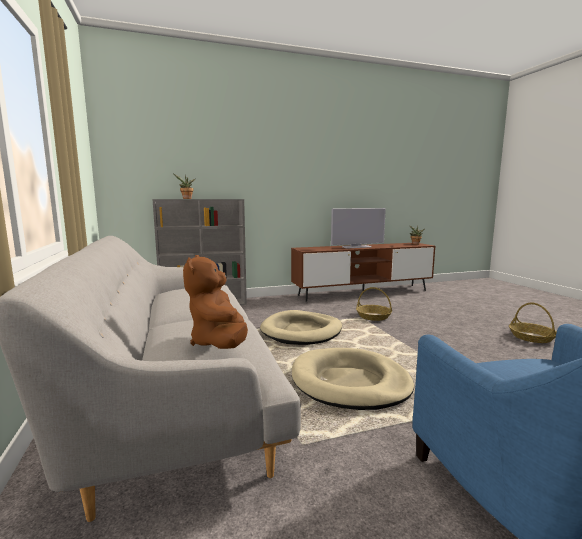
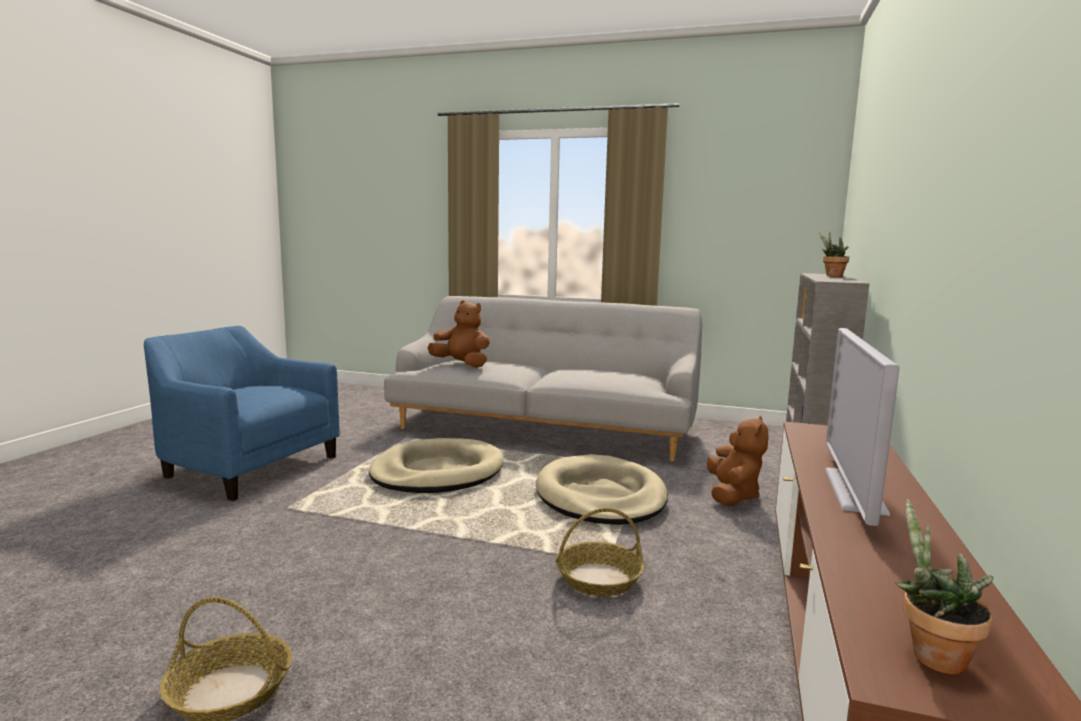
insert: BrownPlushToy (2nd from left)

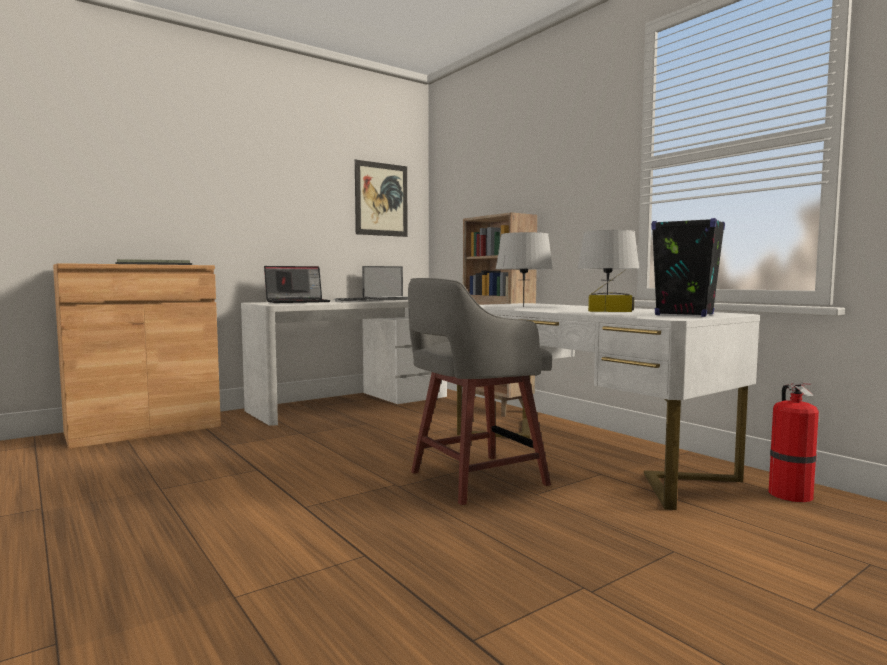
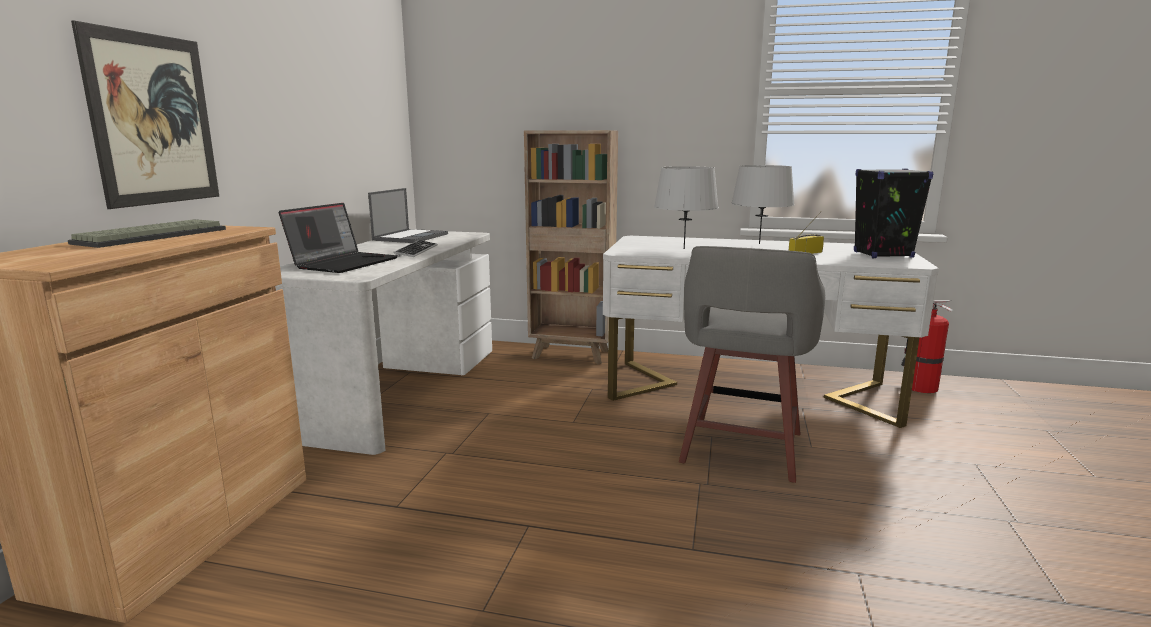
move: Picture

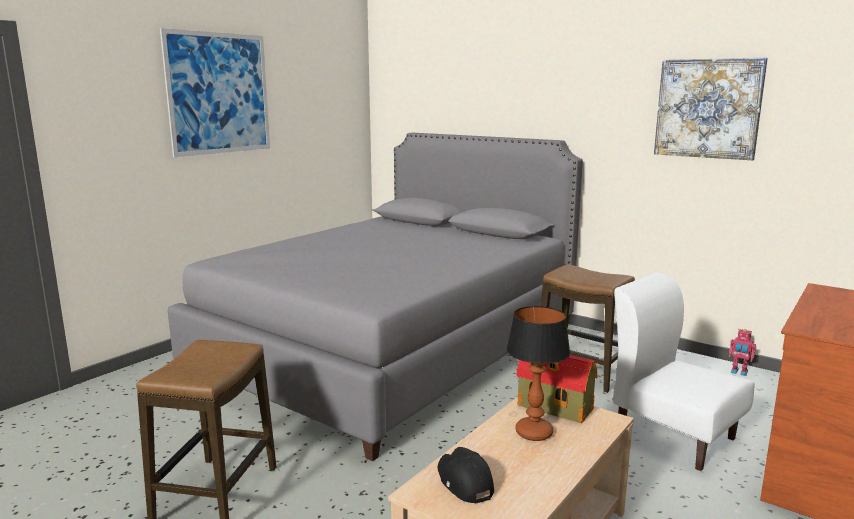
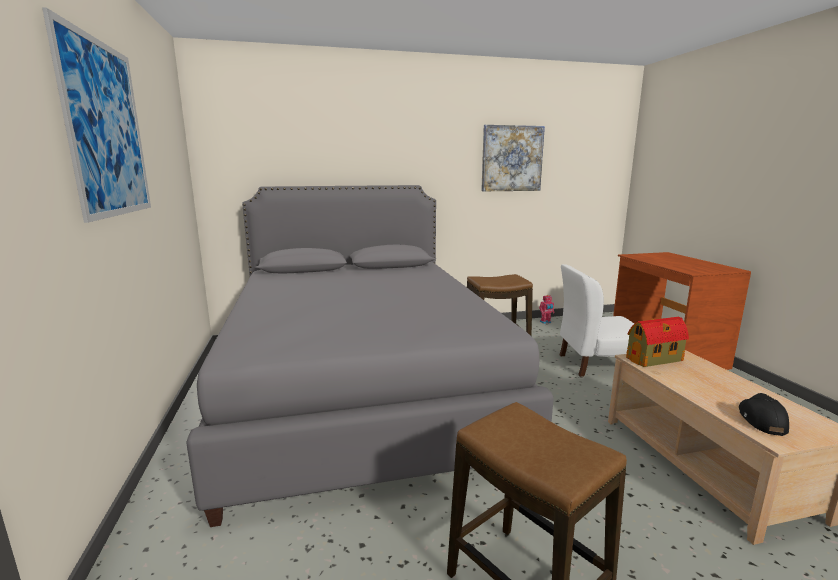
delete: TableLamp
rotate: BlackCap 90 degrees clockwise

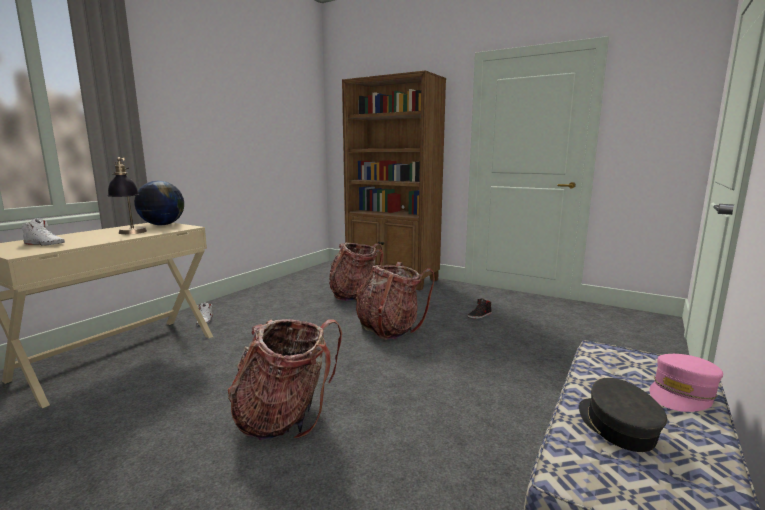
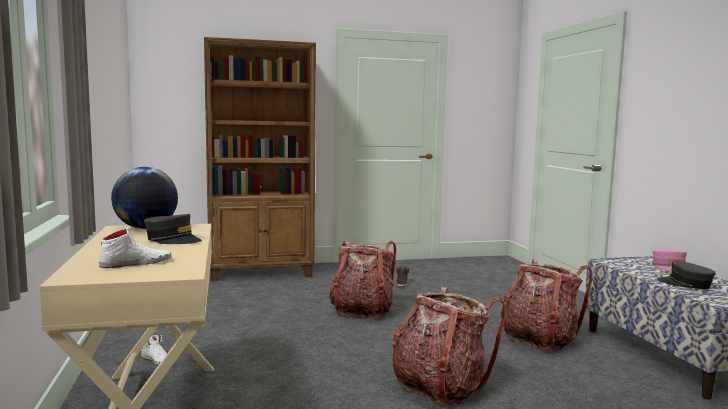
move: Backpack (2nd from left in the first image) to Backpack (3rd from left)
replace: TableLamp to GreyCap (1st from left)

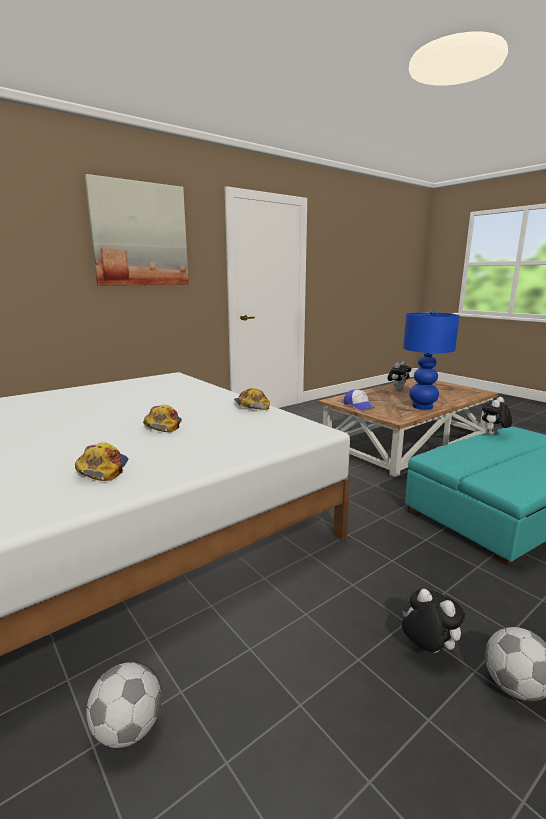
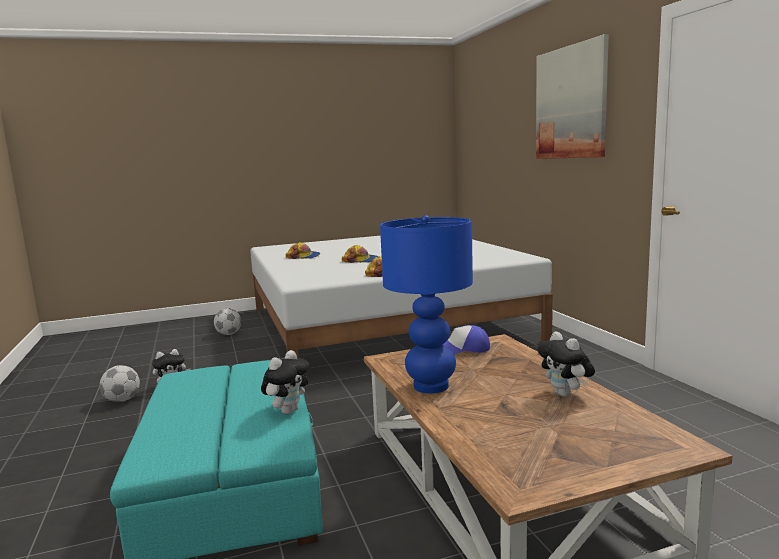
rotate: PlushToy (3rd from left in the first image) 60 degrees clockwise

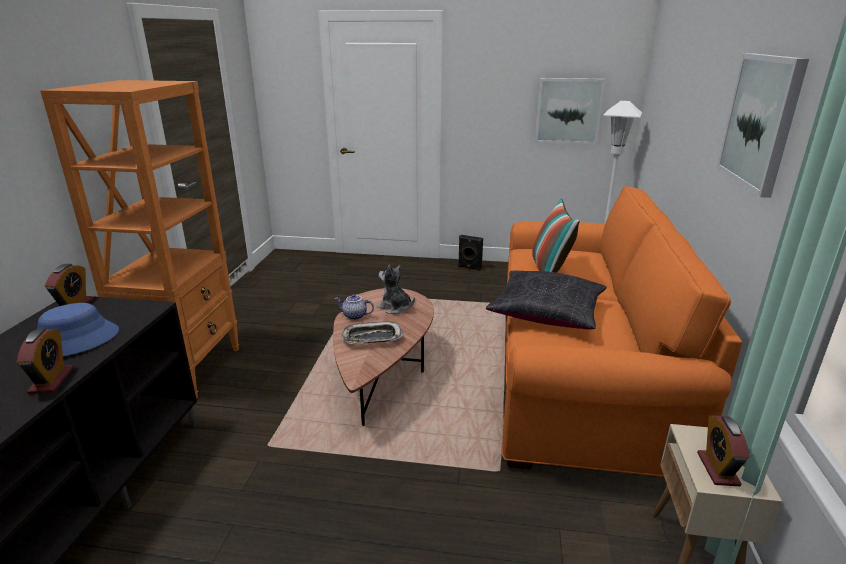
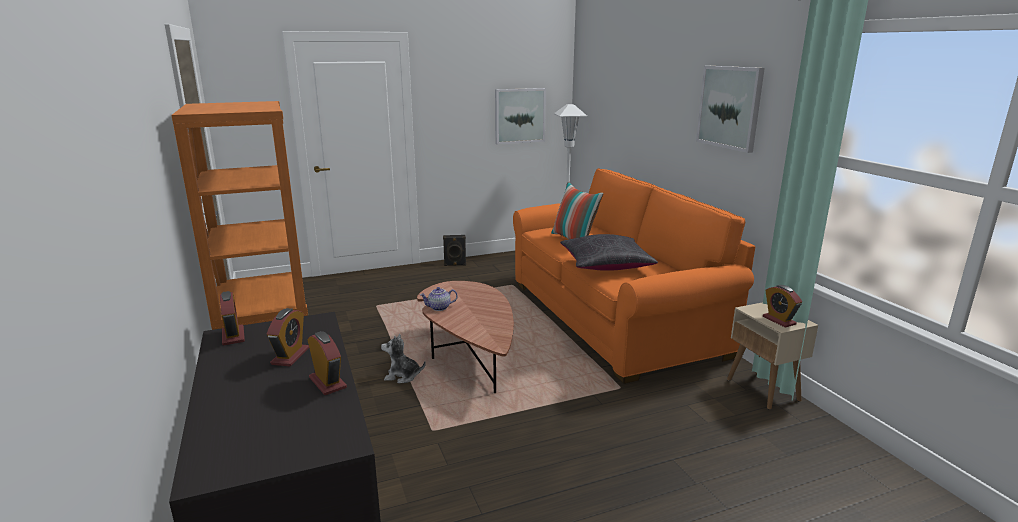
delete: Tray
move: PlushToy
replace: BlueHat to AlarmClock (2nd from left)

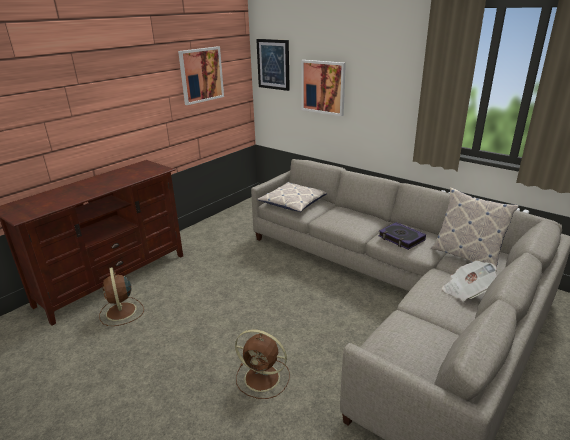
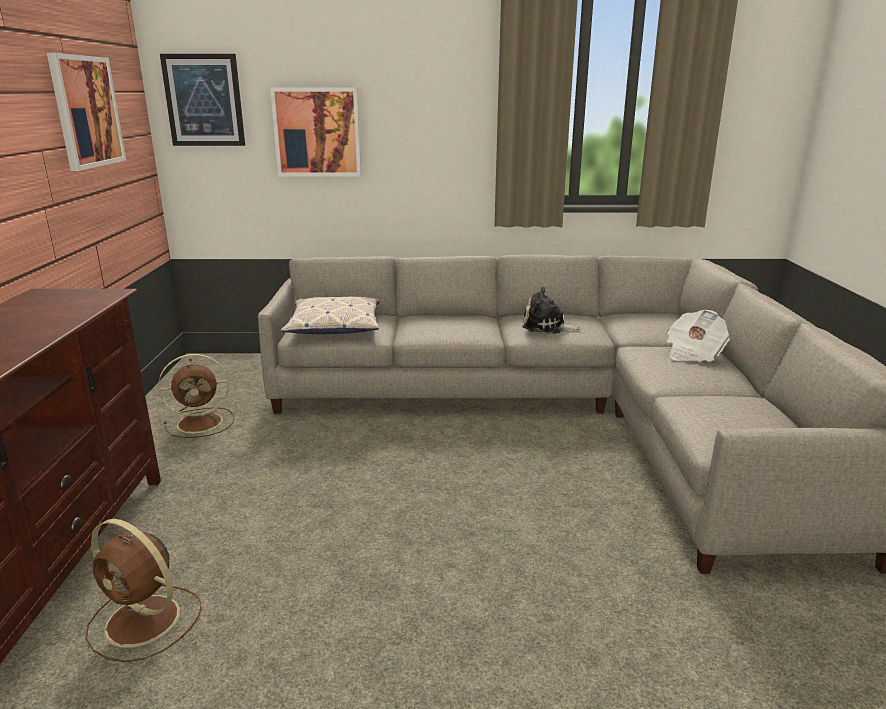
delete: Pillow (2nd from left)
move: BrownFan (2nd from left)
replace: Book to PlushToy

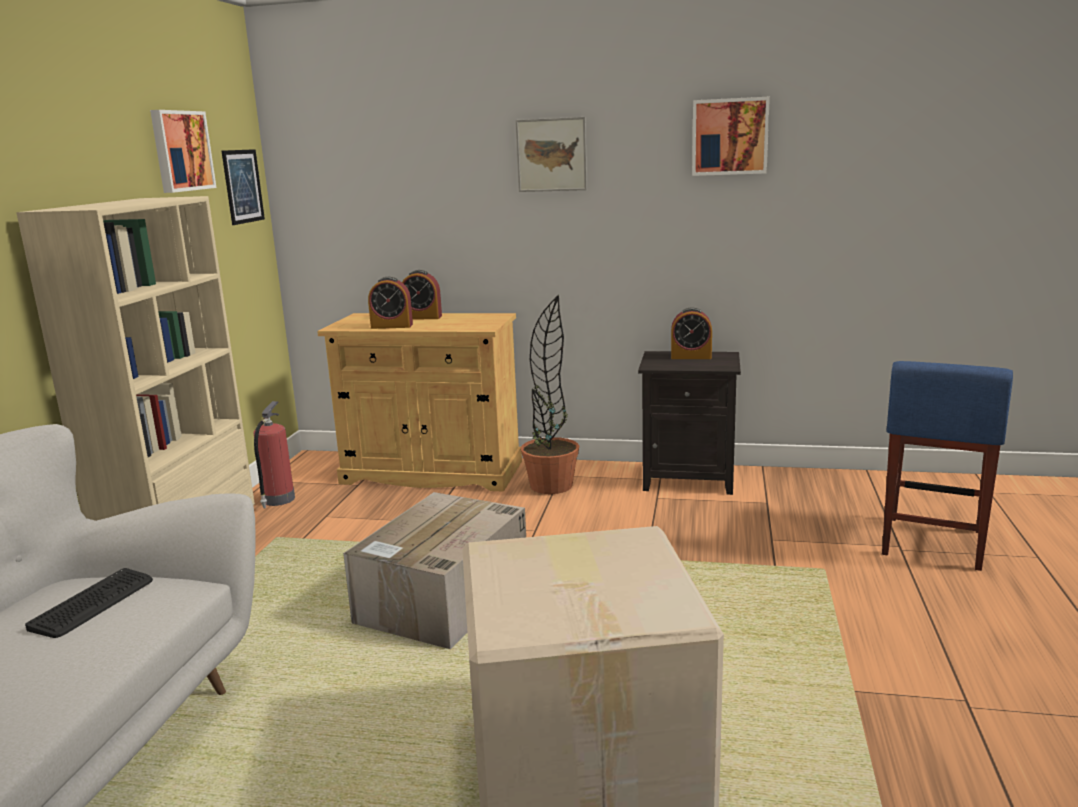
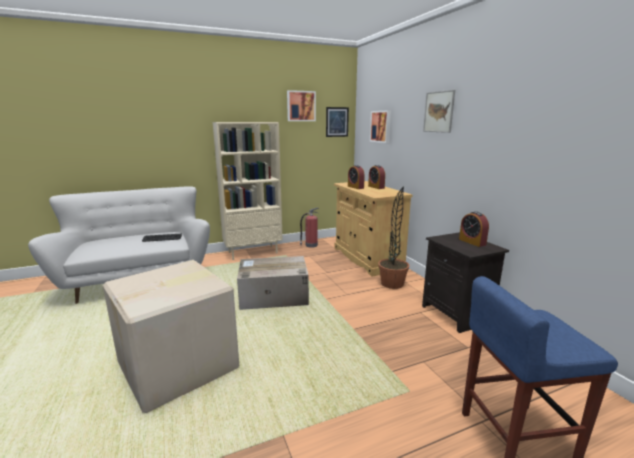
move: Picture (4th from left in the first image) to Picture (3rd from left)

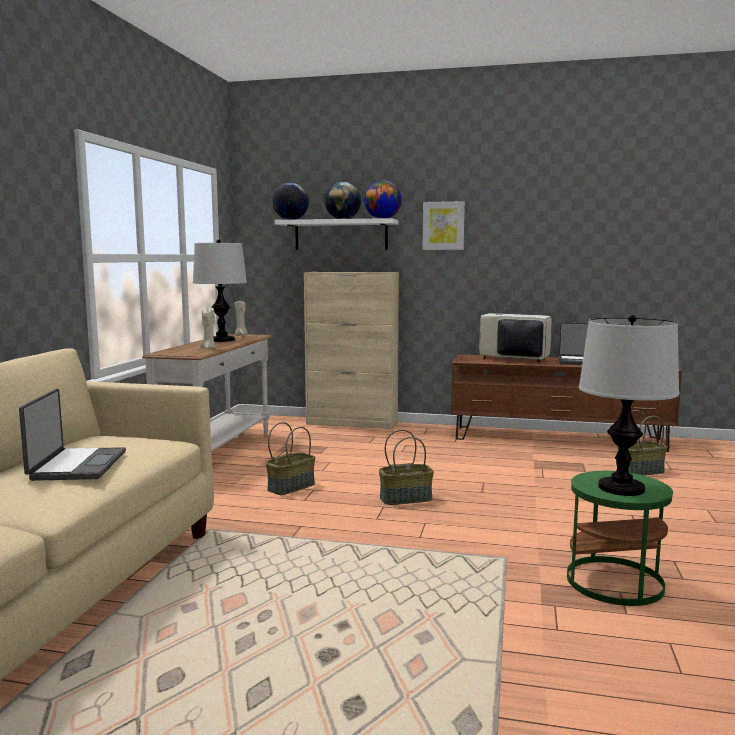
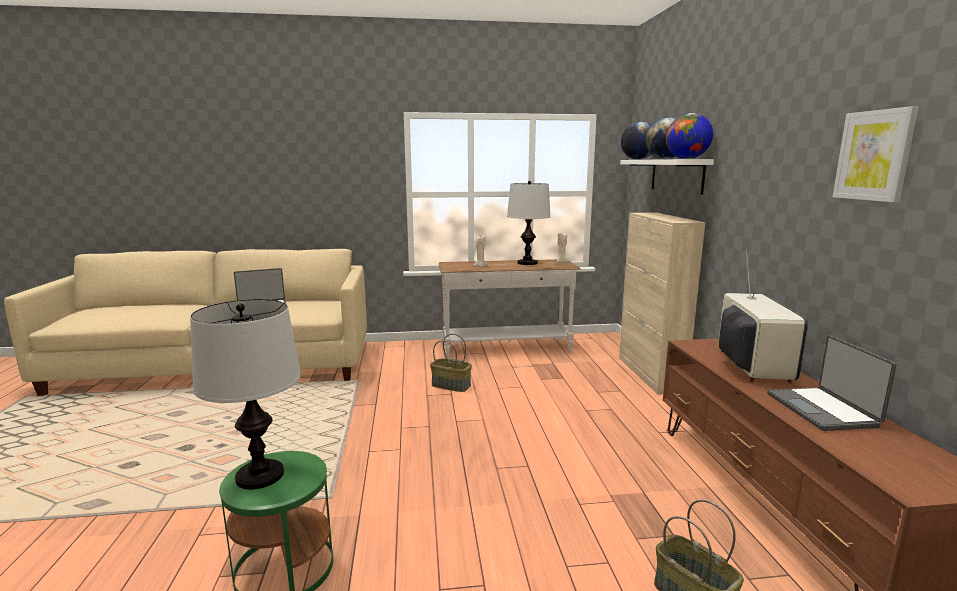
delete: Basket (2nd from left)
move: Picture

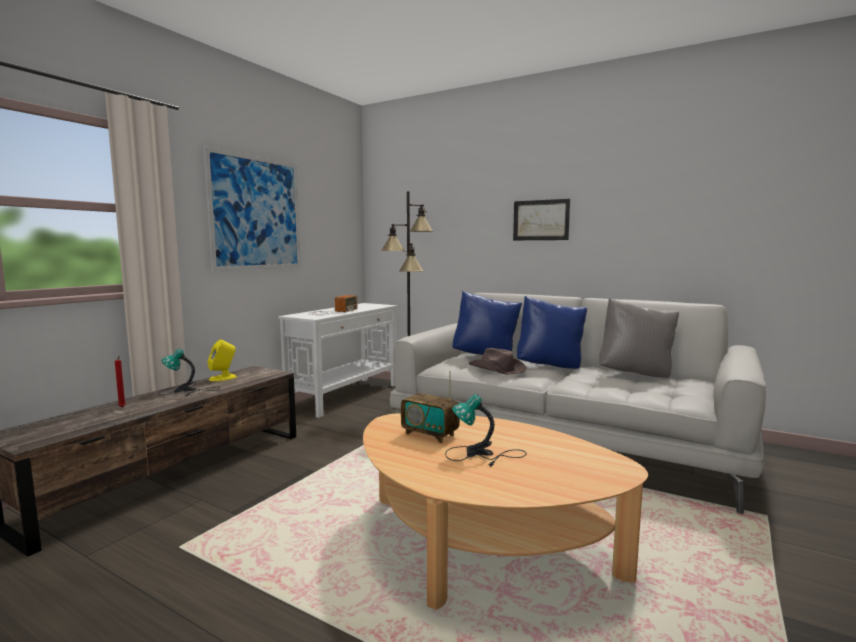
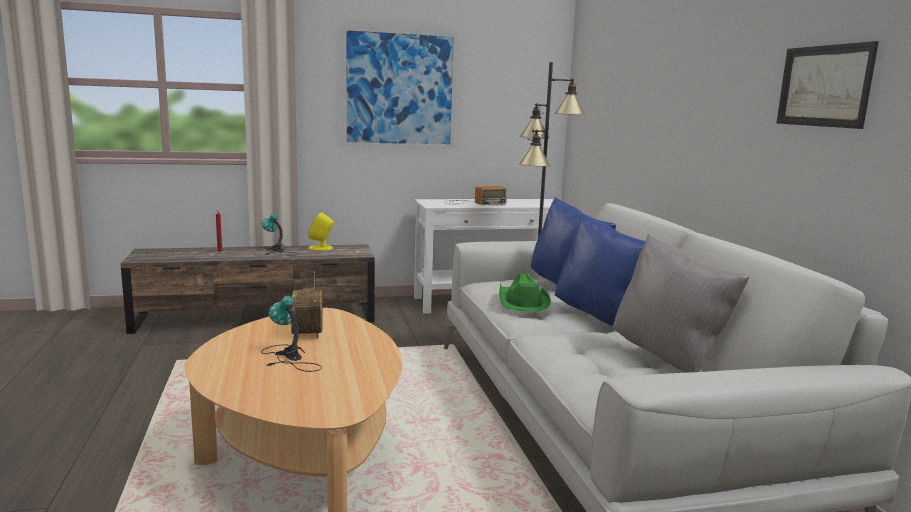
move: Picture (2nd from left)
recolor: BrownHat to GreenHat

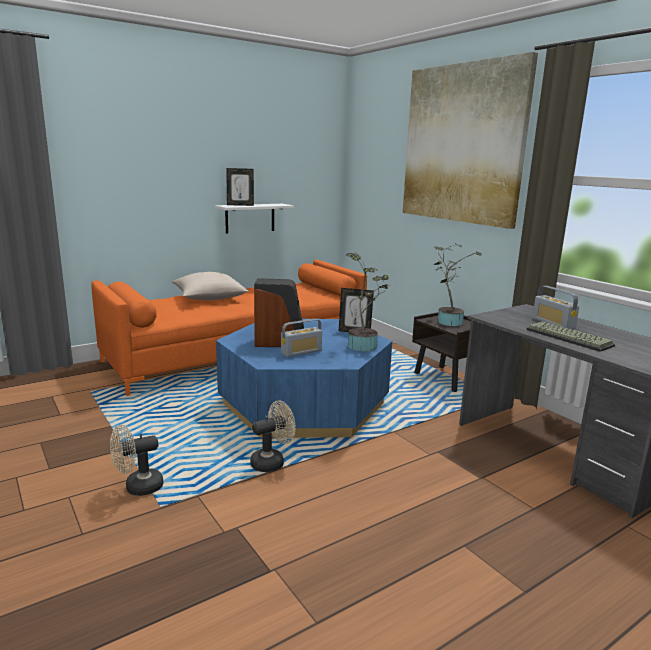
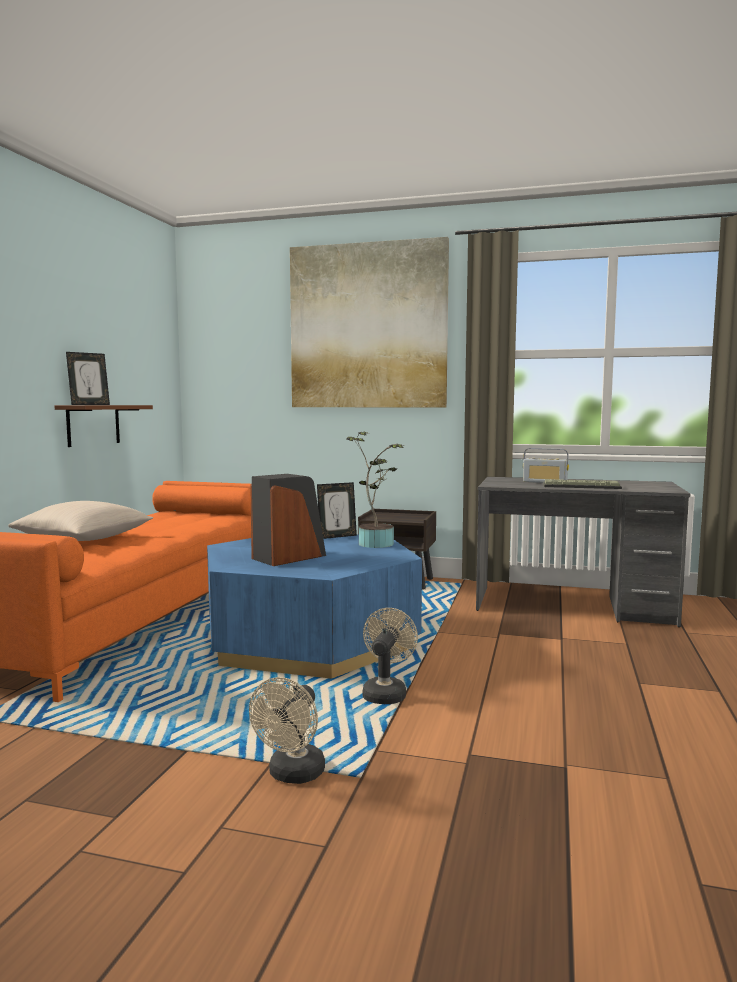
delete: Radio (1st from left); PottedPlant (2nd from left)
recolor: WhiteShelf to BrownShelf

